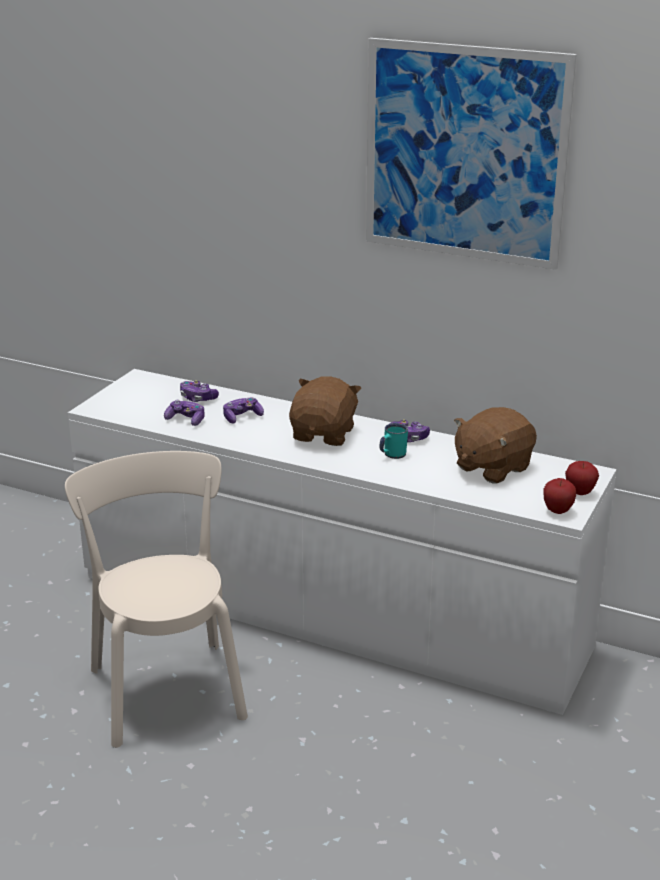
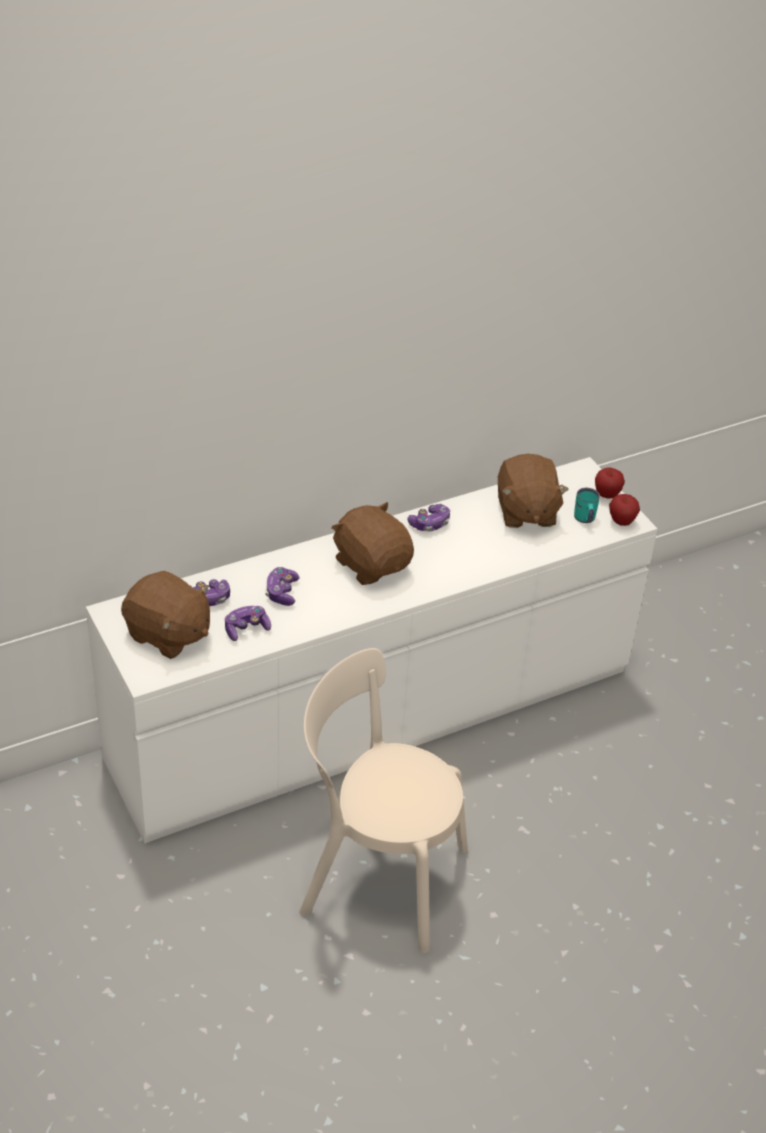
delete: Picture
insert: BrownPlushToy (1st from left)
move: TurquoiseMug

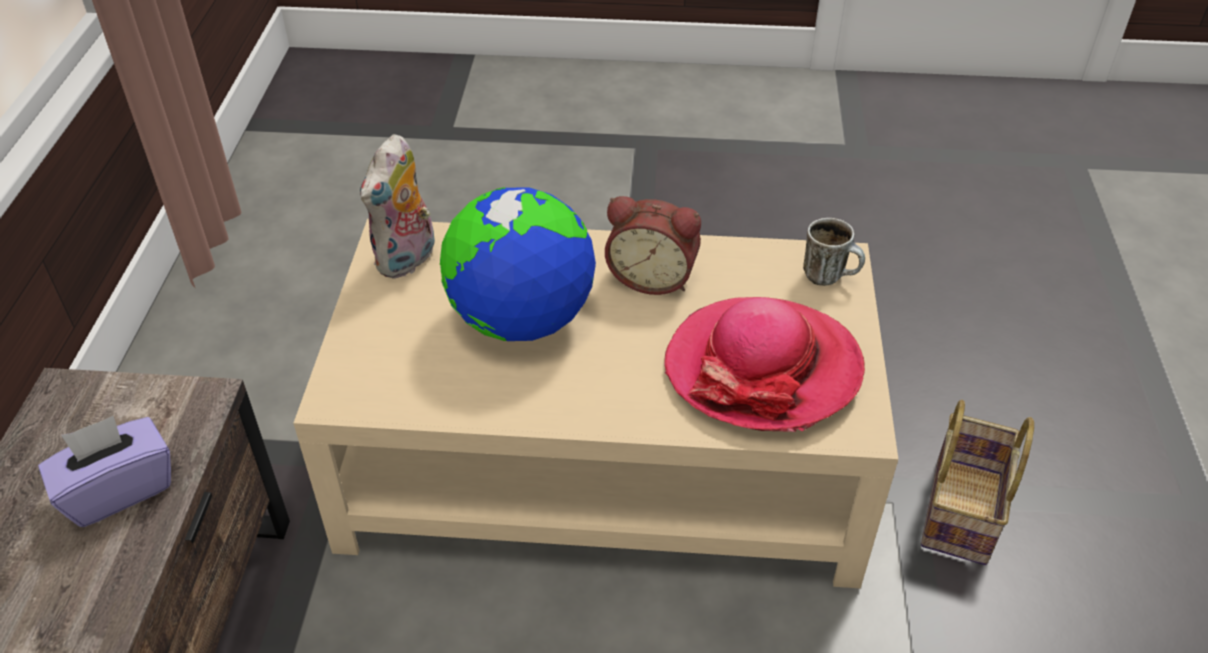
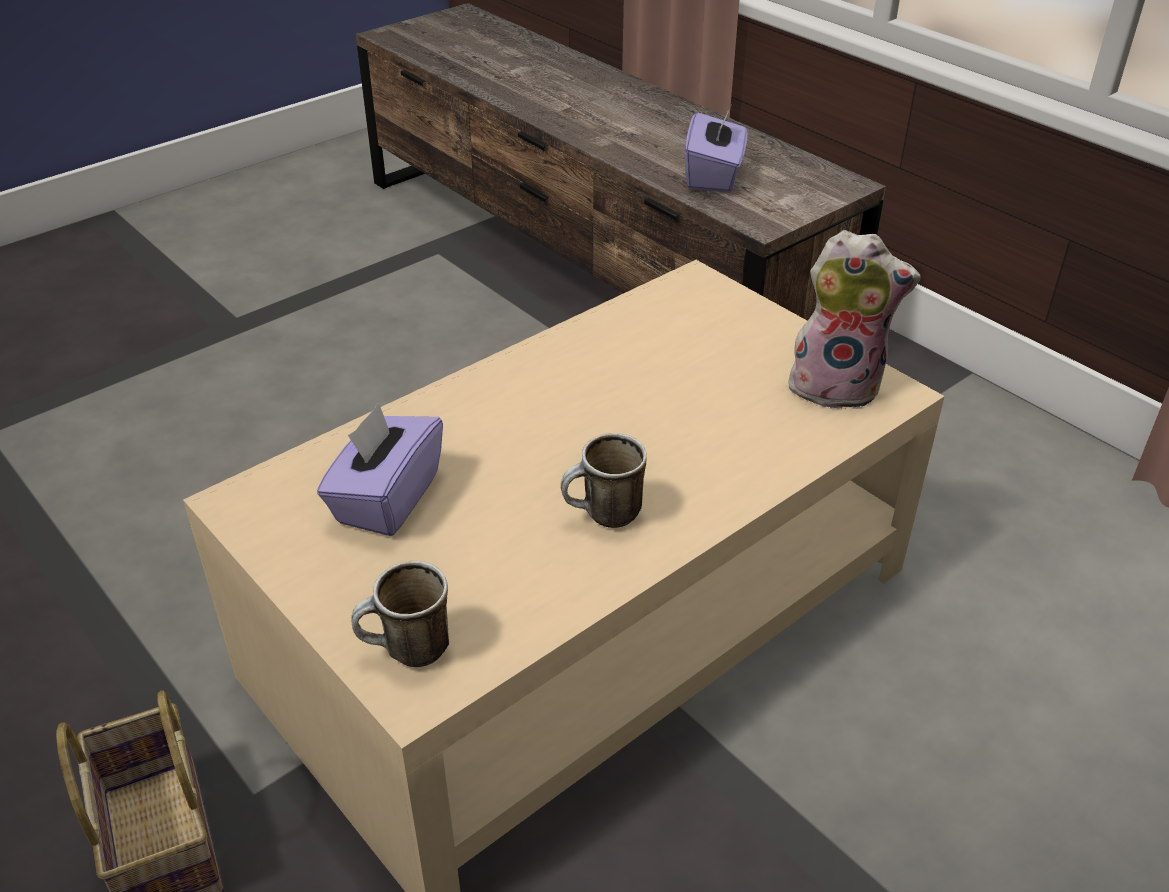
delete: Globe
replace: Hat to PurpleTissueBox (1st from left); AlarmClock to Mug (2nd from left)
rotate: PlushToy 120 degrees clockwise

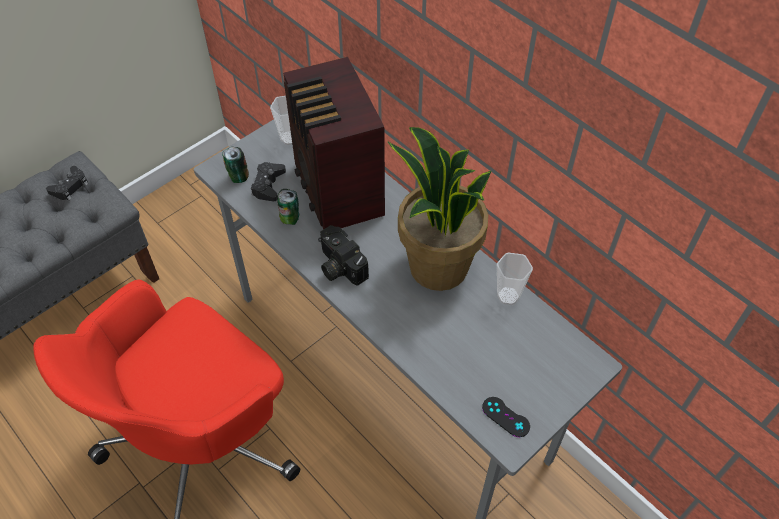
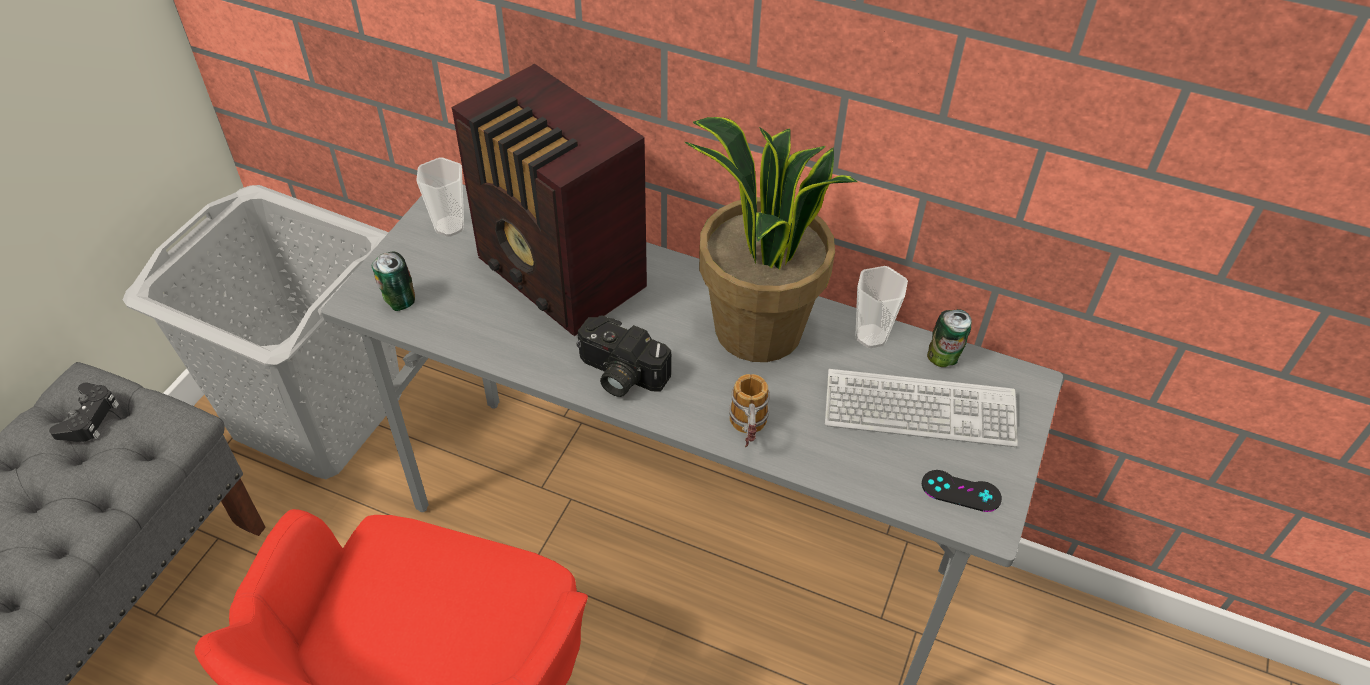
delete: BlackGameController (2nd from left)
insert: GreyLaundryBasket; Mug; Keyboard
move: Can (2nd from left)

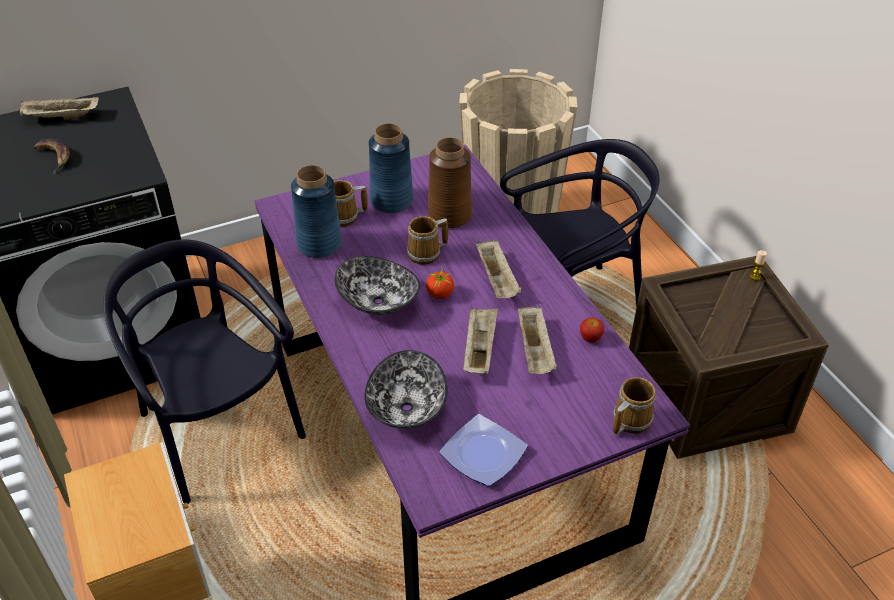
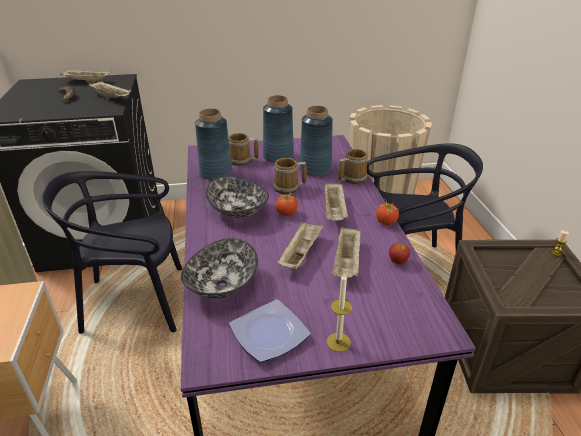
insert: BeigeTray (2nd from left); Candle (1st from left); Tomato (2nd from left)
move: Mug (3rd from left)
recolor: BrownVase to BlueVase (3rd from left)
rotate: BlackChair (1st from left) 75 degrees counterclockwise

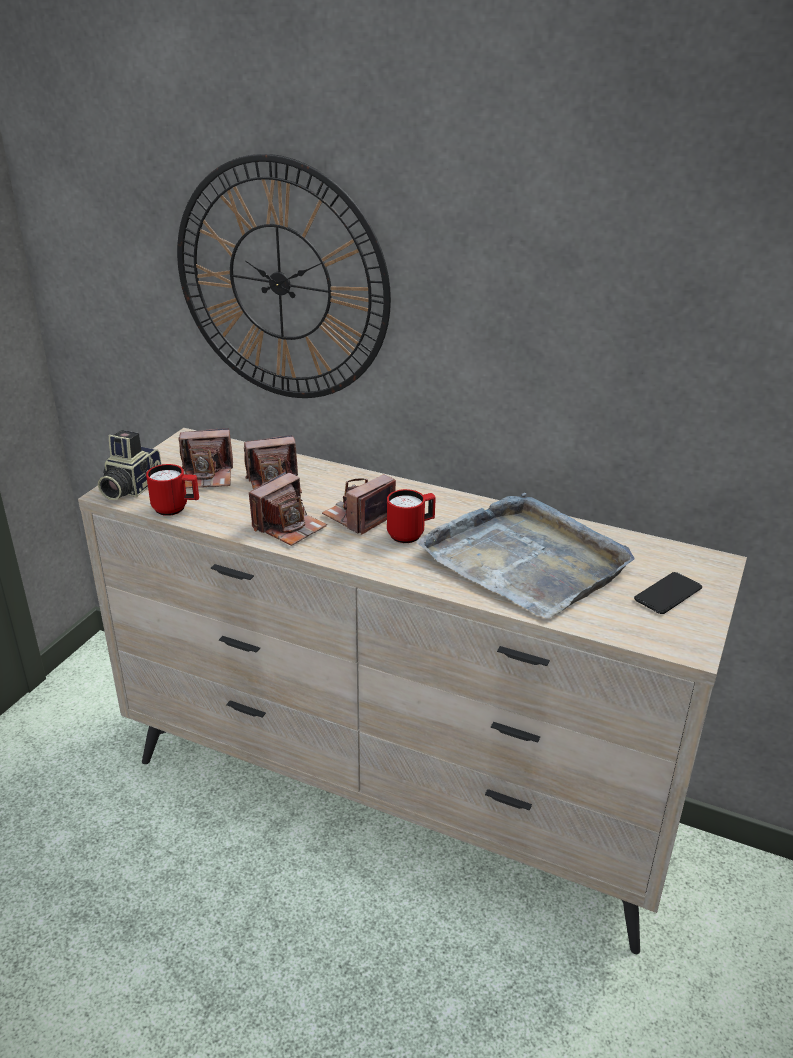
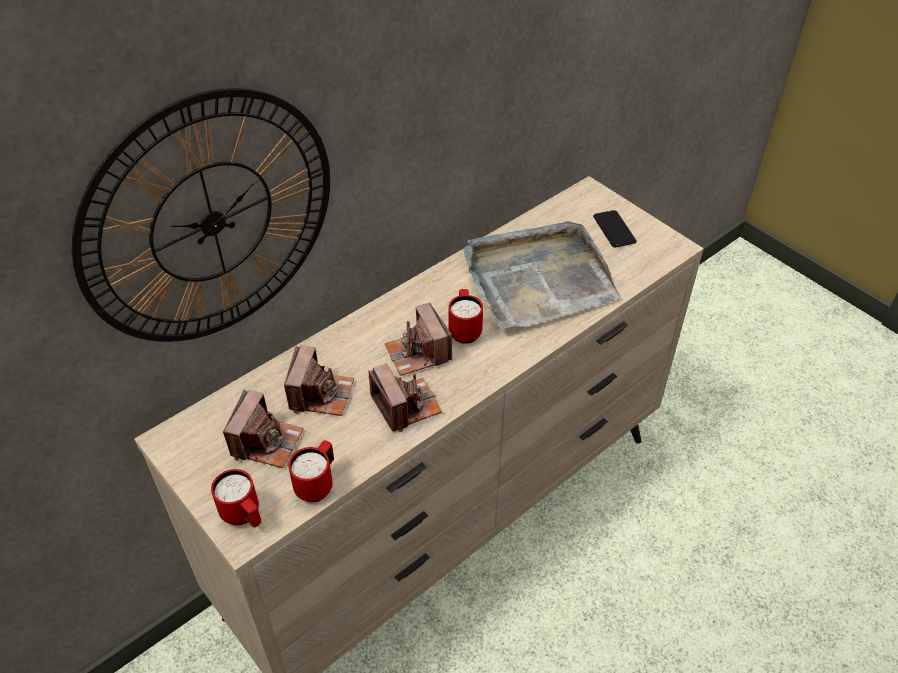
replace: PhotoCamera (1st from left) to RedMug (1st from left)

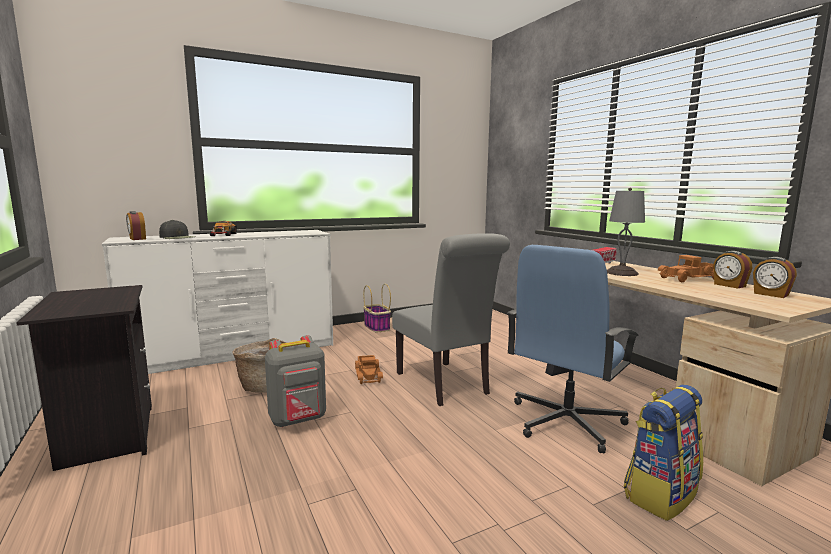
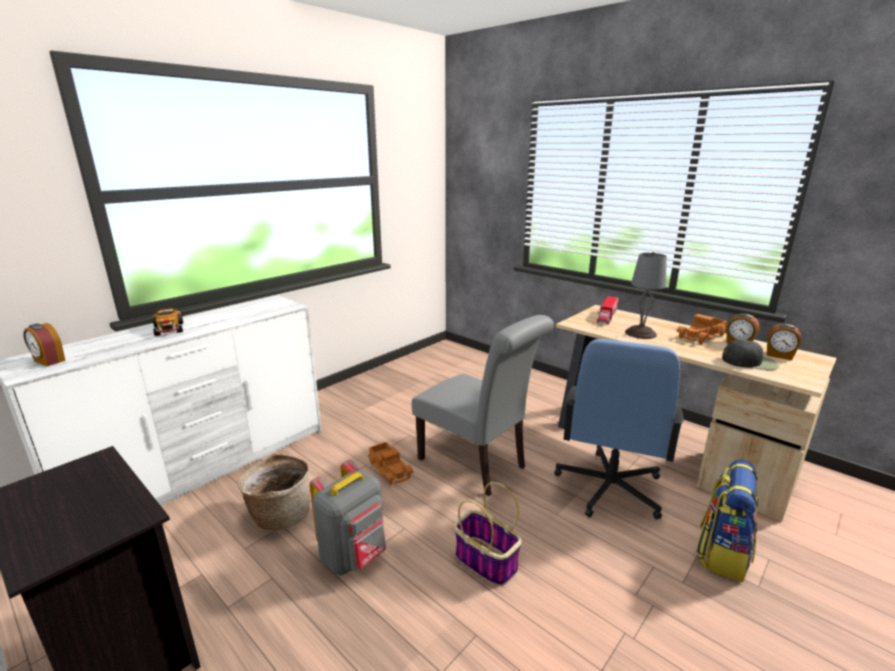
move: Basket (2nd from left); BlackCap

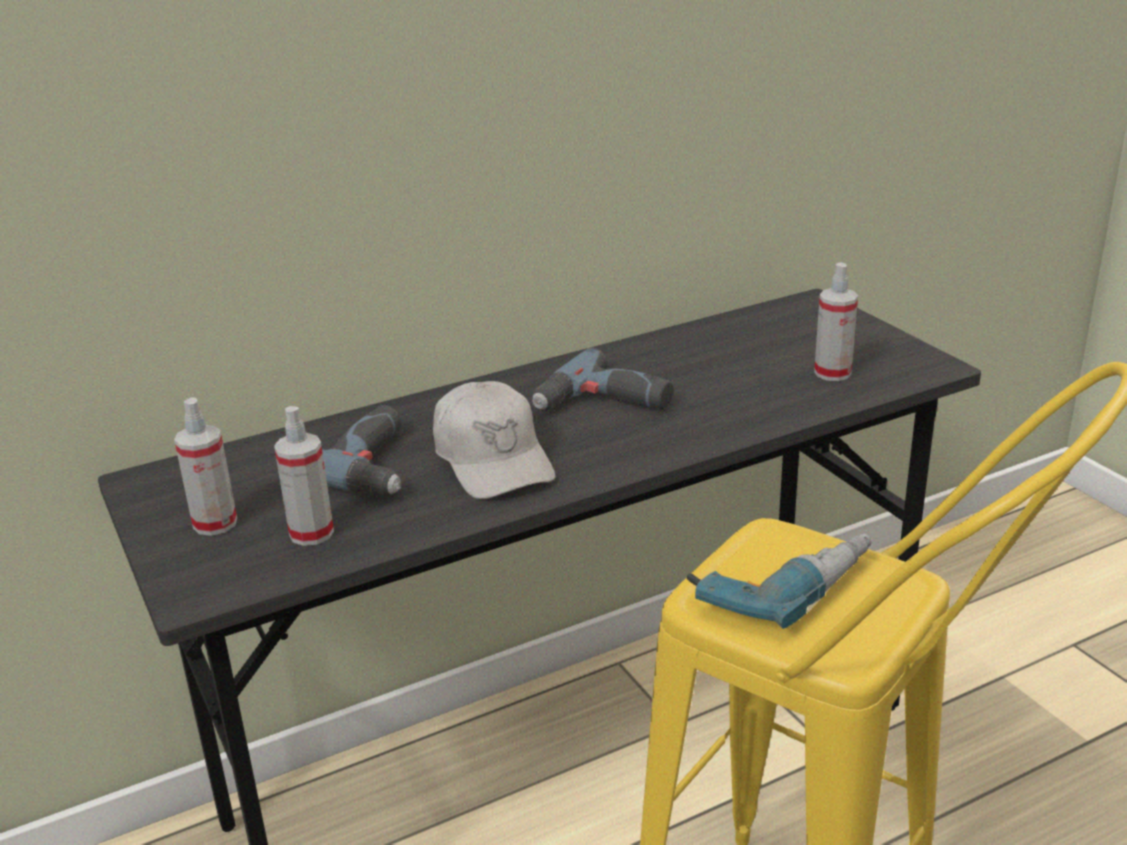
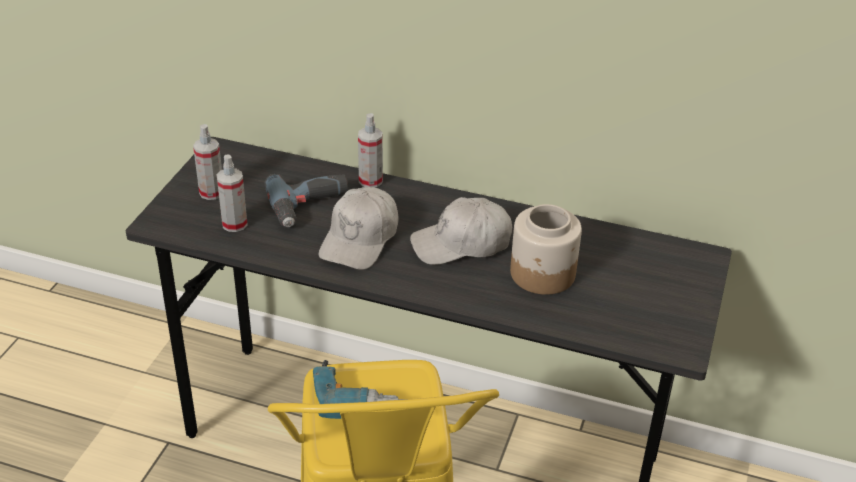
insert: Jar
move: SprayBottle (3rd from left)
replace: PowerDrill (2nd from left) to WhiteCap (2nd from left)

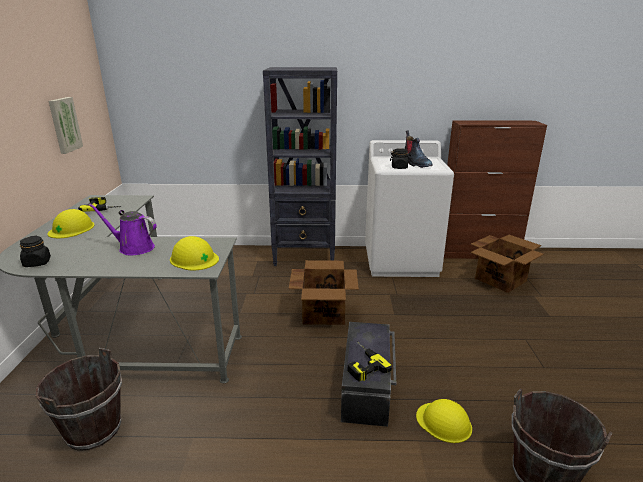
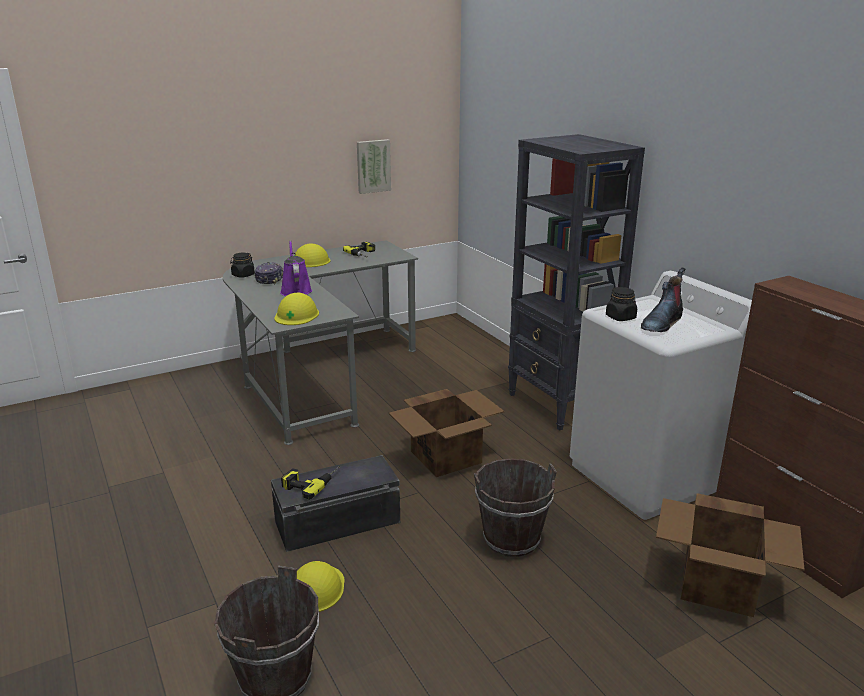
insert: Cap
move: BrownBucket (1st from left in the first image) to BrownBucket (2nd from left)

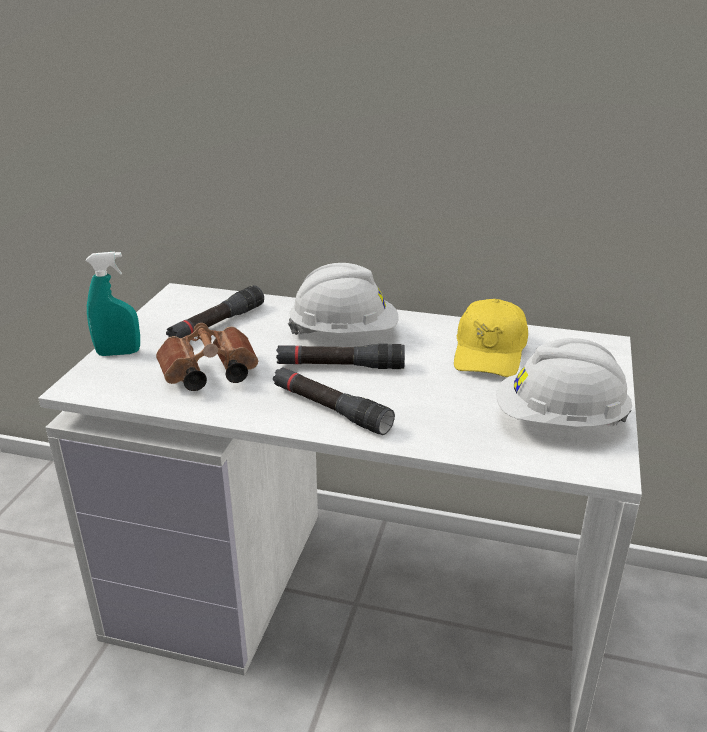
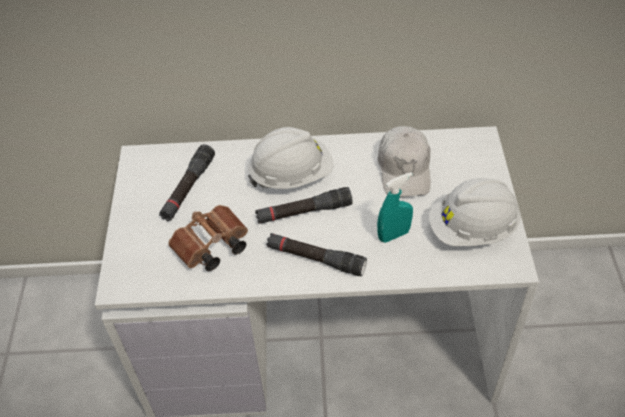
move: TurquoiseSprayBottle
recolor: YellowCap to WhiteCap

